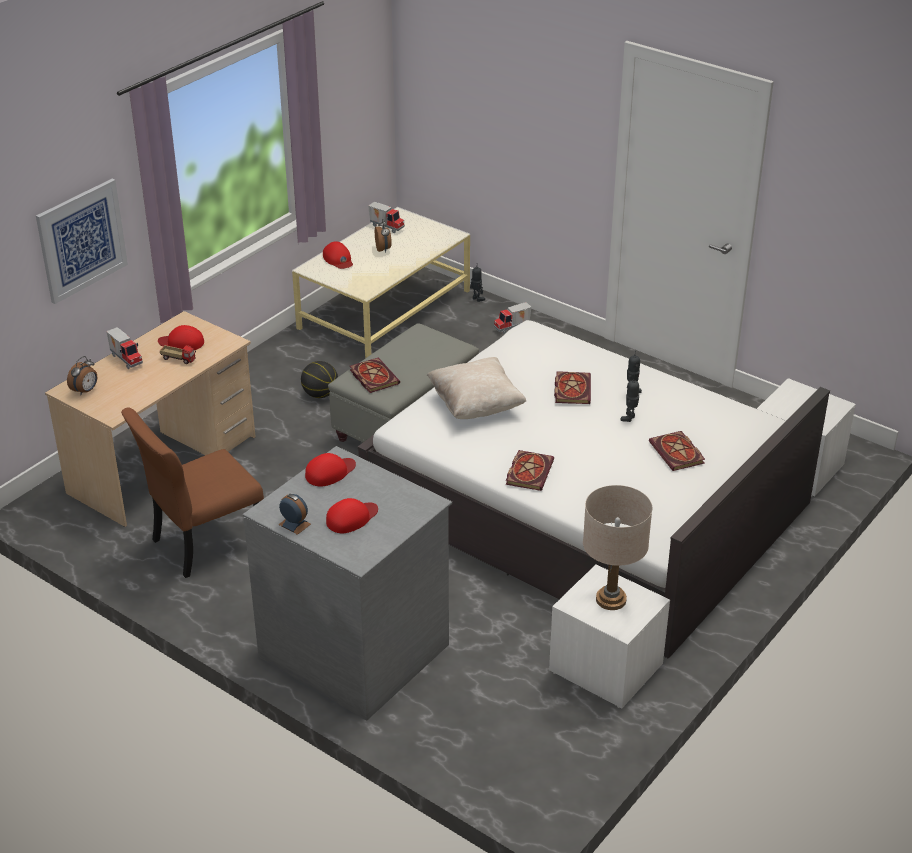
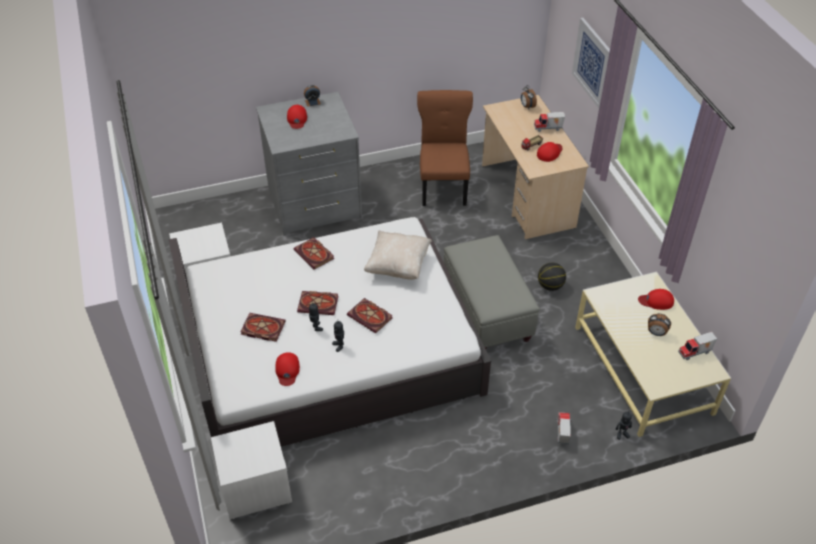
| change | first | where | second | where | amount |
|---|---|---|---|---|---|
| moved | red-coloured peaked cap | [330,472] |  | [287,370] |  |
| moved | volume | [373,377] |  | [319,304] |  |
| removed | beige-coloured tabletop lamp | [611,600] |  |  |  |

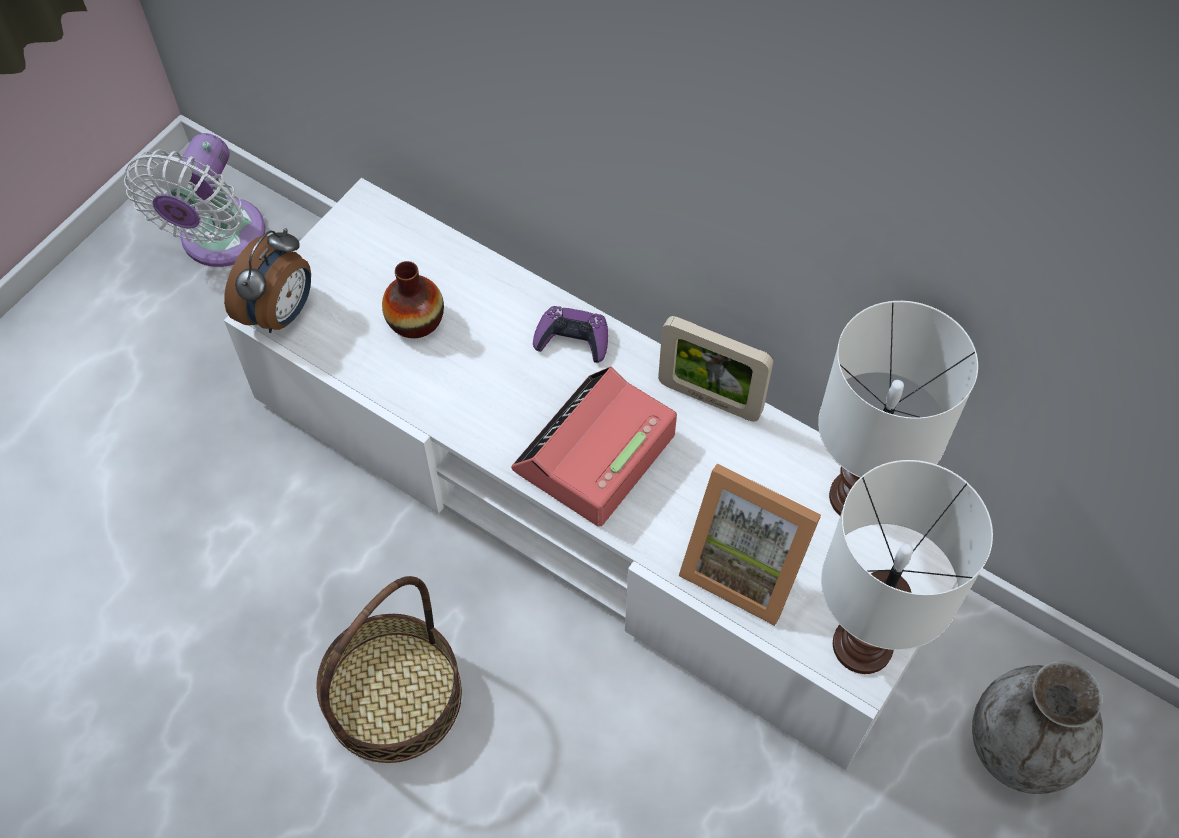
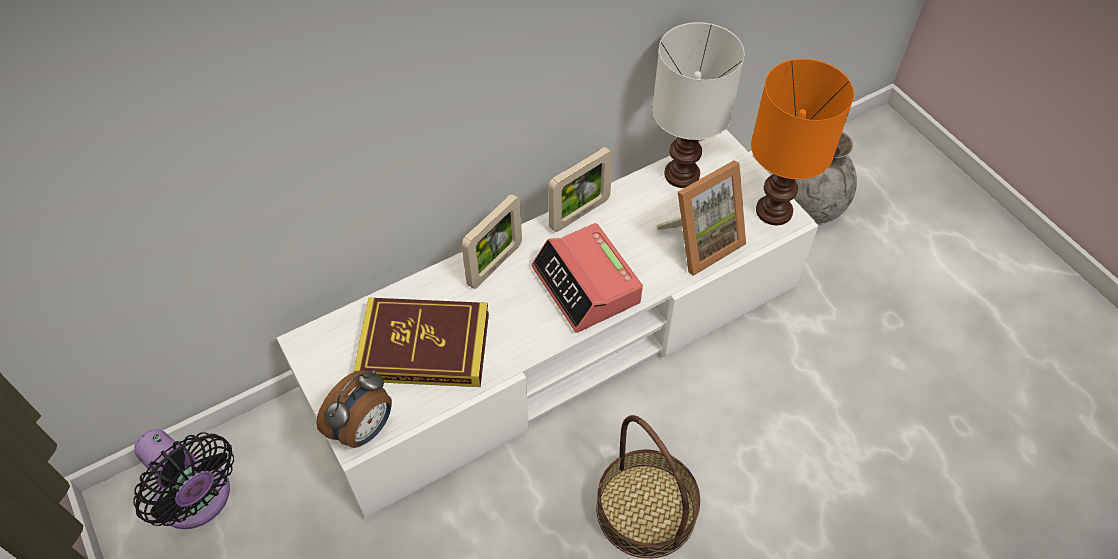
| change | first | where | second | where | amount |
|---|---|---|---|---|---|
| recoloured | white-coloured cooling fan | [219,241] | black cooling fan | [198,500] |  |
| turned | table clock | [281,313] |  | [364,429] | 75 degrees clockwise |
| replaced | vase | [415,320] | volume | [424,347] |  |
| replaced | purple game controller | [572,339] | standing frame | [495,265] |  |
| recoloured | white-coloured tabletop lamp | [861,643] | orangey tabletop lamp | [772,211] |  |

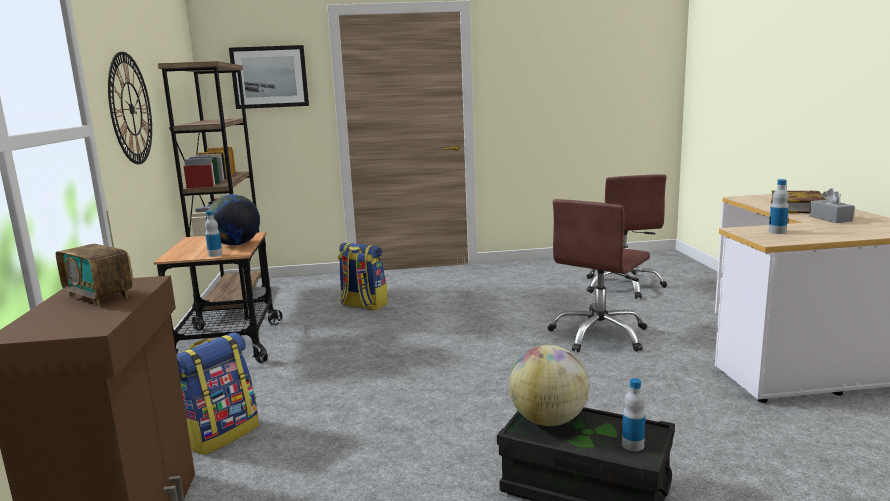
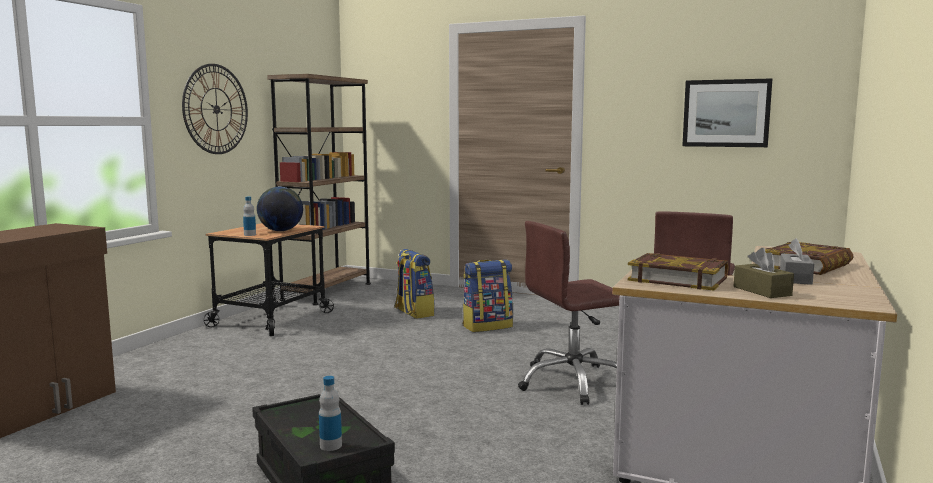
| change | first | where | second | where | amount |
|---|---|---|---|---|---|
| moved | knapsack | [220,434] |  | [487,326] |  |
| replaced | bottle | [777,232] | volume | [678,279] |  |
| moved | picture | [270,77] |  | [726,113] |  |
| added |  |  | brownish tissue box | [762,291] |  |
| removed | radio receiver | [99,297] |  |  |  |
| removed | globe | [548,420] |  |  |  |

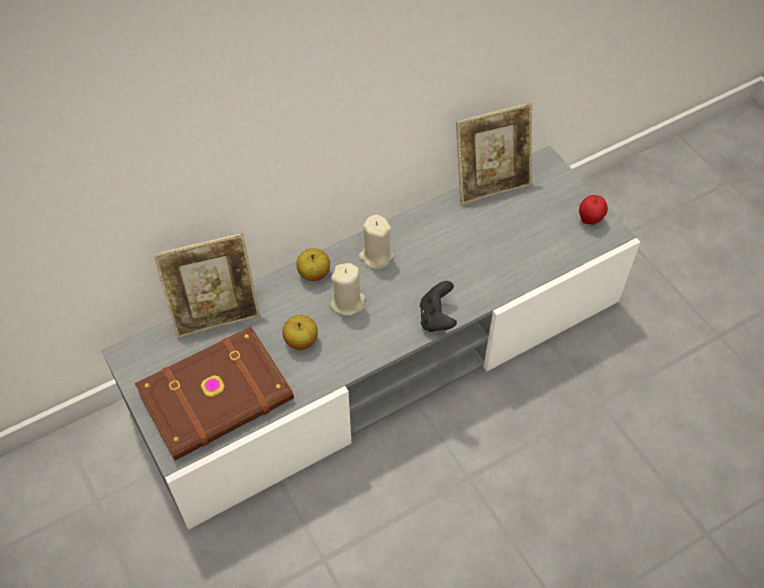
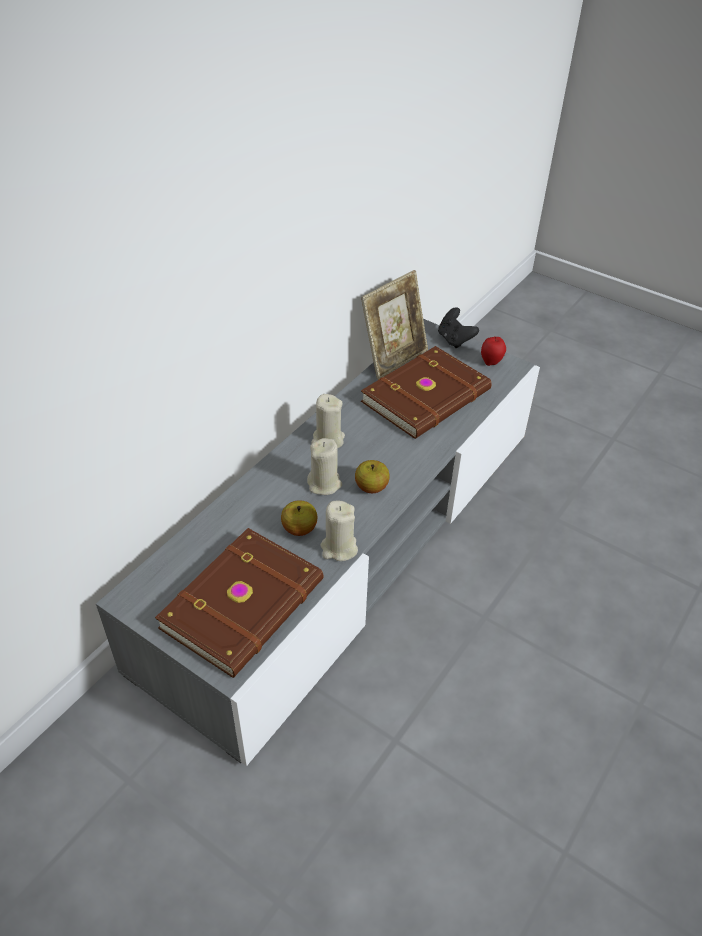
| change | first | where | second | where | amount |
|---|---|---|---|---|---|
| added |  |  | beige-coloured wax candle | [339,548] |  |
| moved | apple | [314,274] |  | [371,487] |  |
| added |  |  | brownish volume | [428,397] |  |
| moved | black game controller | [436,318] |  | [454,340] |  |
| removed | standing frame | [216,314] |  |  |  |

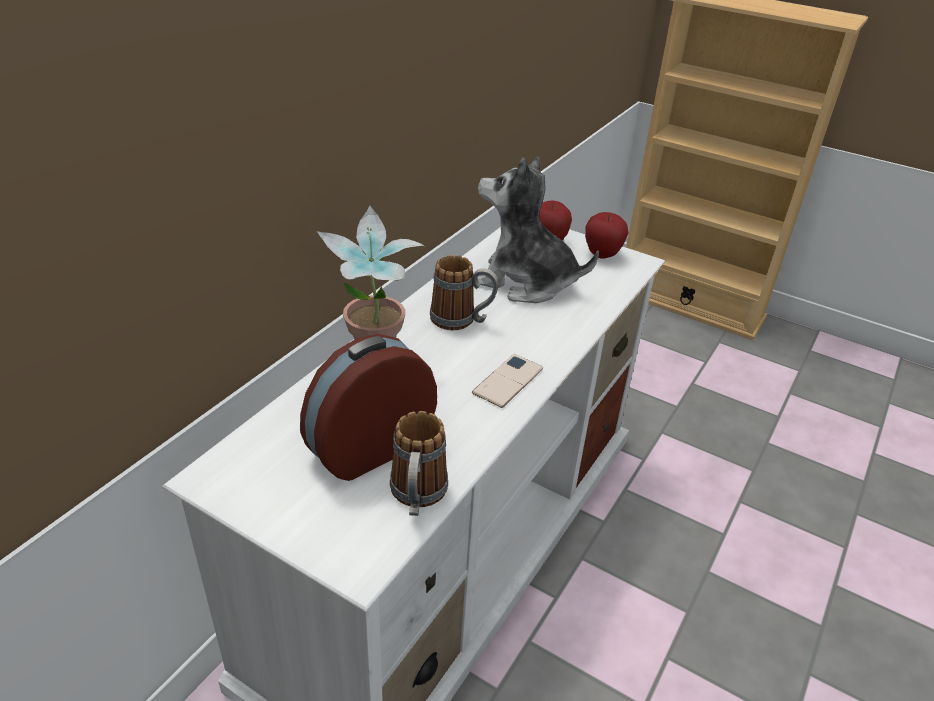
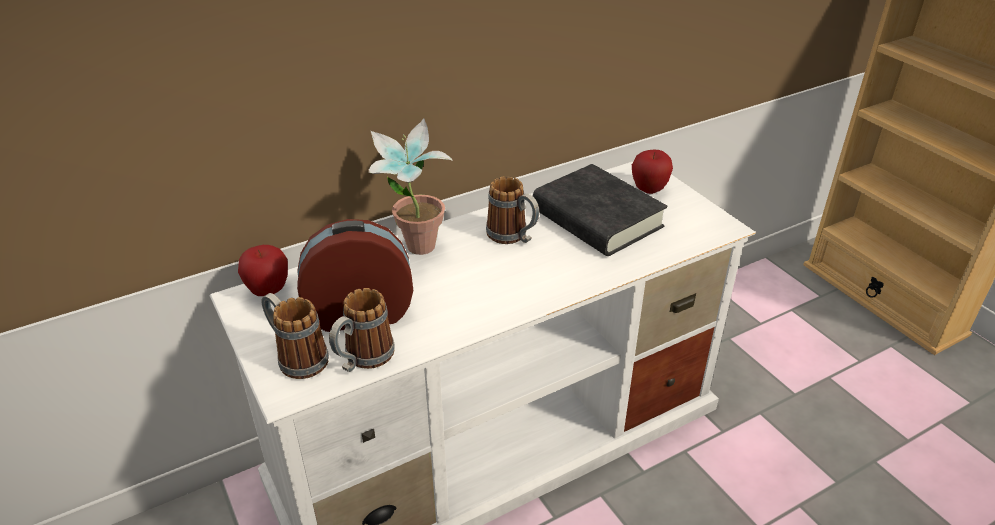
| change | first | where | second | where | amount |
|---|---|---|---|---|---|
| moved | apple | [602,254] |  | [268,291] |  |
| added |  |  | tea mug | [296,358] |  |
| replaced | plush toy | [525,282] | black volume | [597,219] |  |
| removed | telephone | [508,381] |  |  |  |

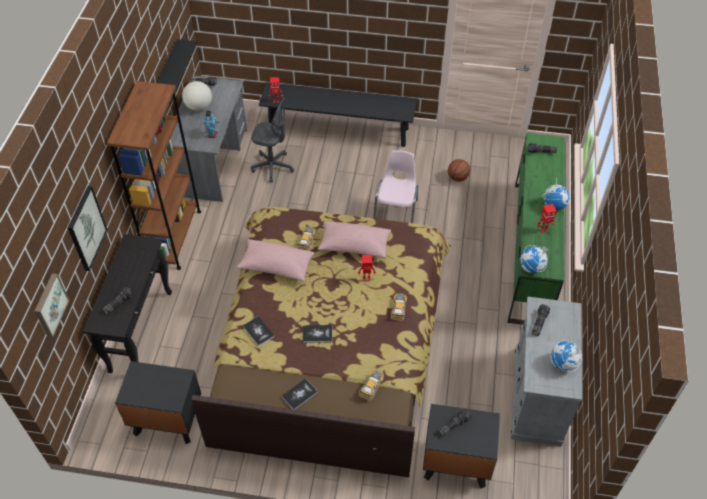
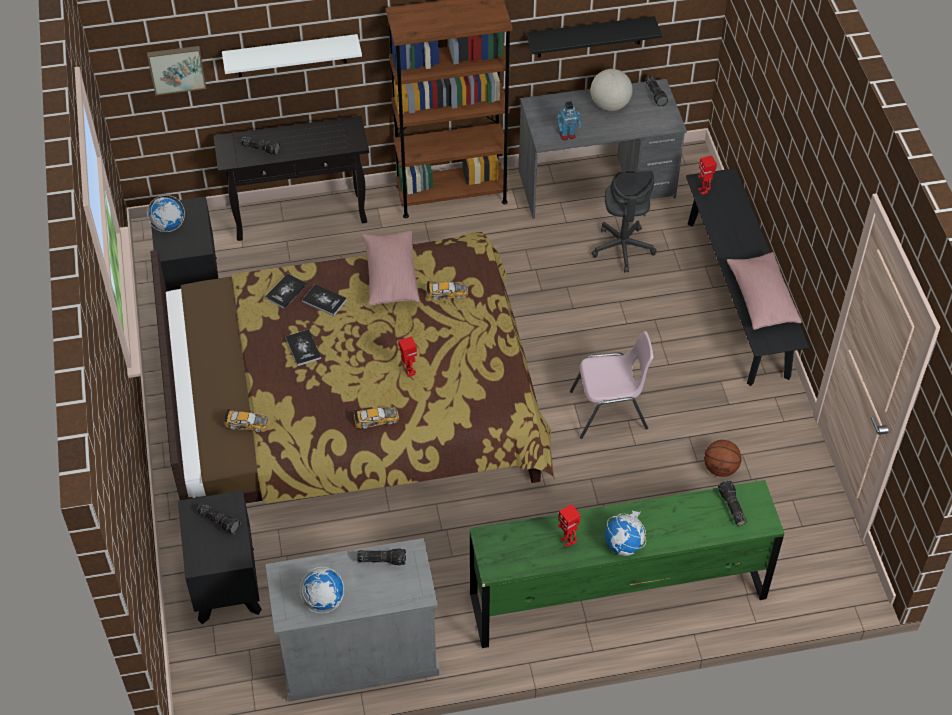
| change | first | where | second | where | amount |
|---|---|---|---|---|---|
| moved | globe | [531,267] |  | [168,226] |  |
| replaced | picture | [86,228] | white-coloured wall shelf | [291,55] |  |
| moved | volume | [299,394] |  | [324,300] |  |
| moved | pinkish pillow | [354,246] |  | [761,299] |  |

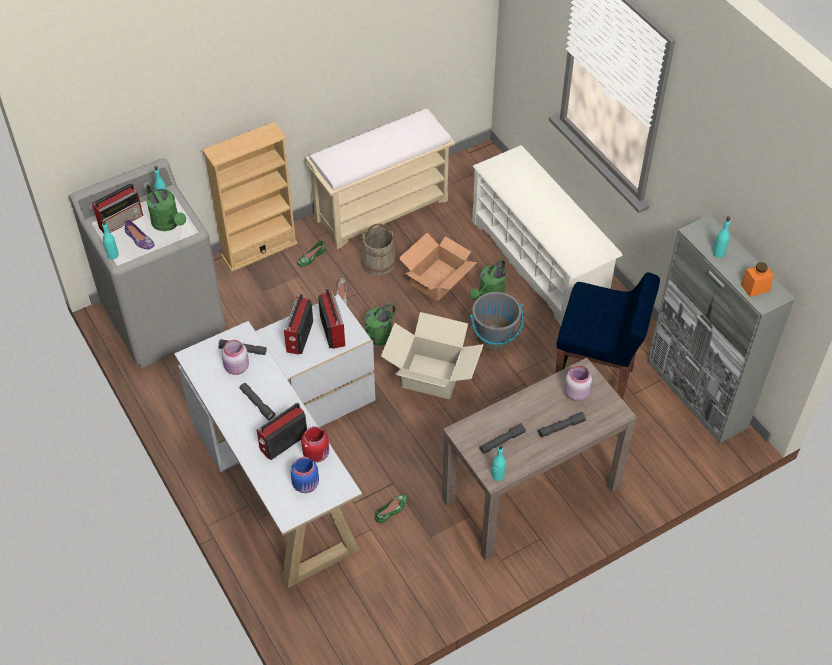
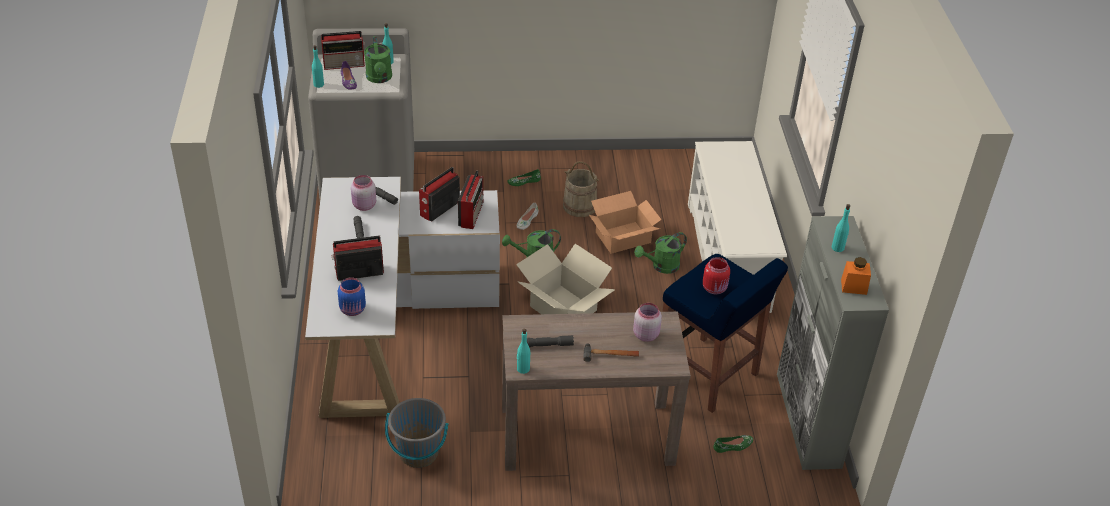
| change | first | where | second | where | amount |
|---|---|---|---|---|---|
| moved | gray bucket | [494,338] |  | [418,453] |  |
| replaced | gray torch | [561,427] | hand hammer | [610,355] |  |
| moved | red-coloured jar | [317,454] |  | [715,288] |  |
| moved | greenish shoe | [391,510] |  | [733,446] |  |
| removed | beige-coloured shelving unit | [259,249] |  |  |  |
| removed | beige-coloured indoor bench | [382,209] |  |  |  |

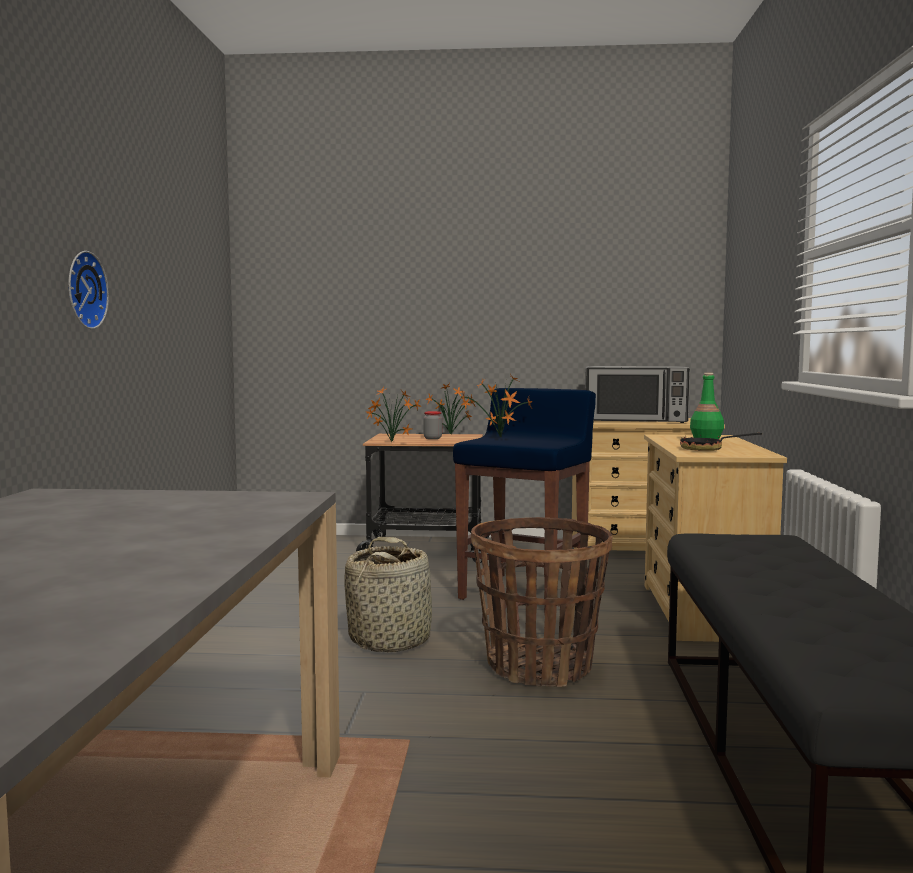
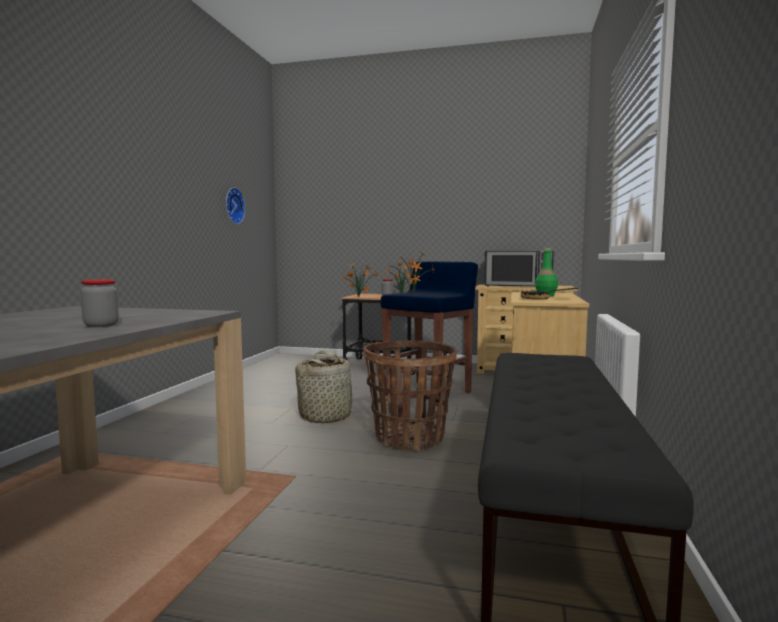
| change | first | where | second | where | amount |
|---|---|---|---|---|---|
| added |  |  | jar | [101,325] |  |
| moved | hanging clock | [82,290] |  | [233,205] |  |

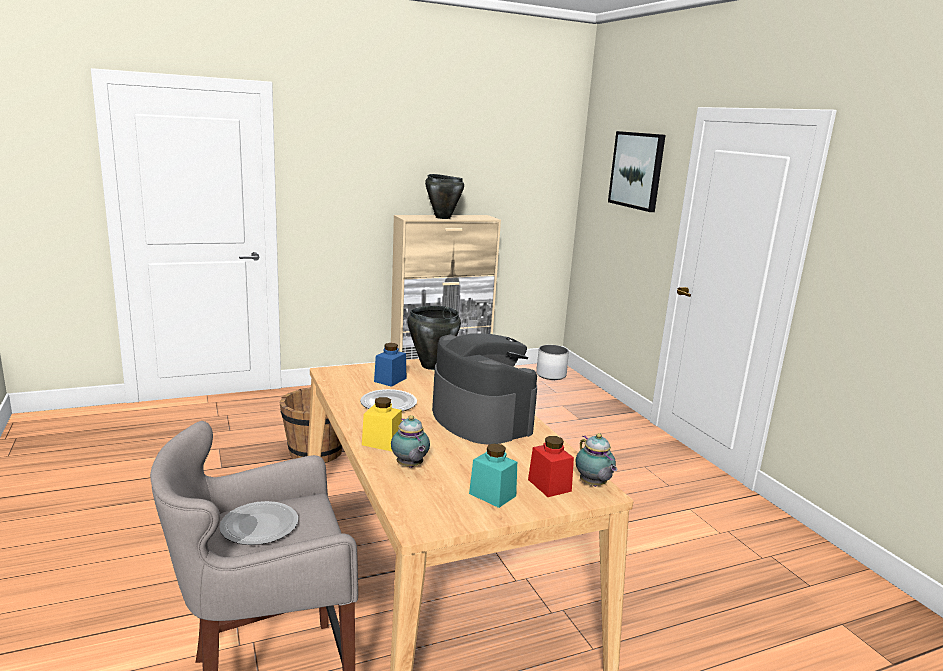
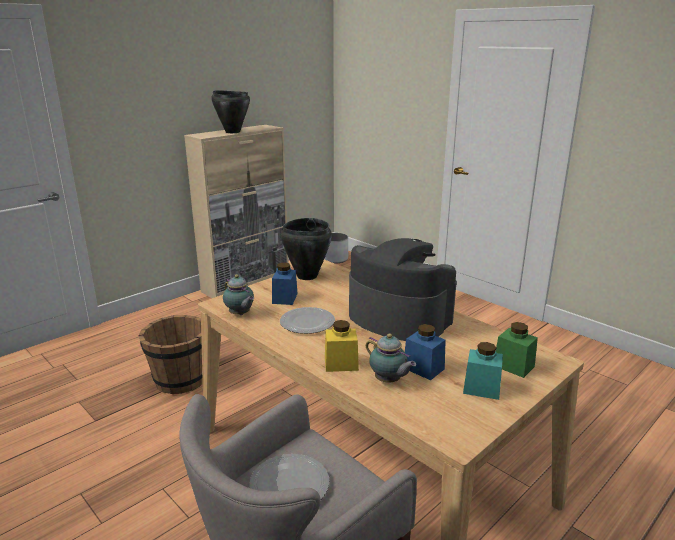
| change | first | where | second | where | amount |
|---|---|---|---|---|---|
| moved | tea pot | [593,485] |  | [240,314] |  |
| added |  |  | bluish jar | [423,368] |  |
| recoloured | red-coloured jar | [549,485] | greenish jar | [513,366] |  |
| removed | picture | [637,170] |  |  |  |

